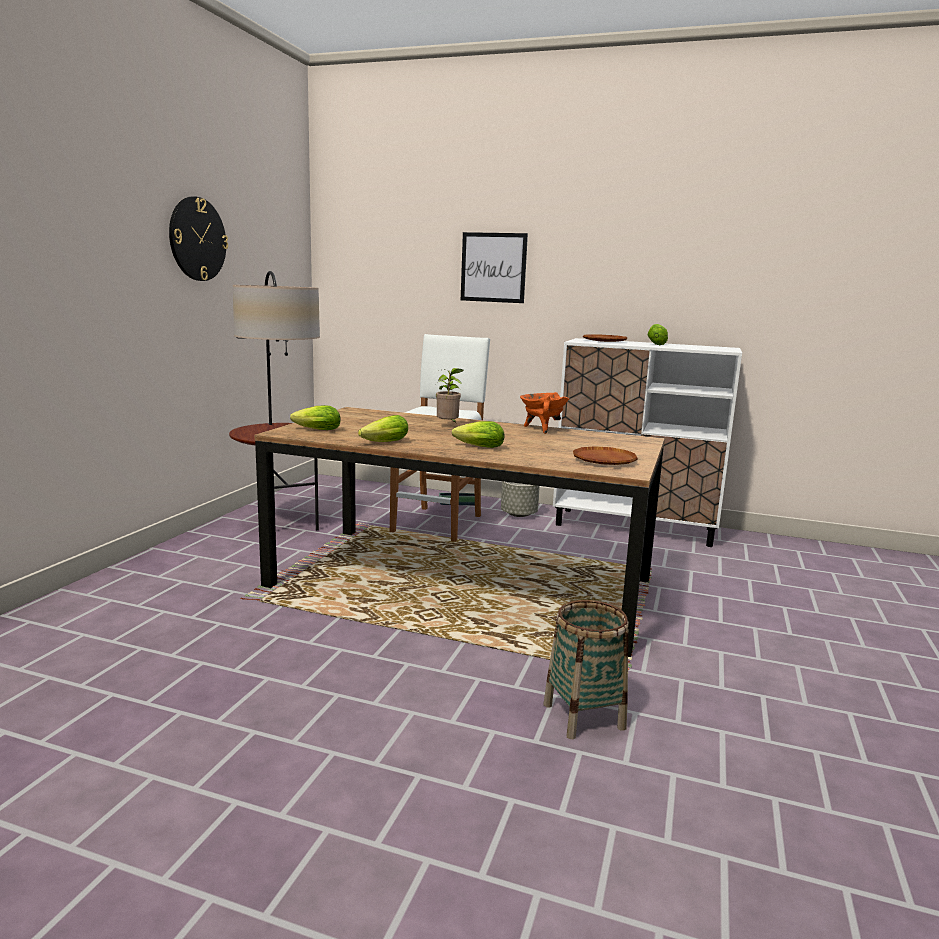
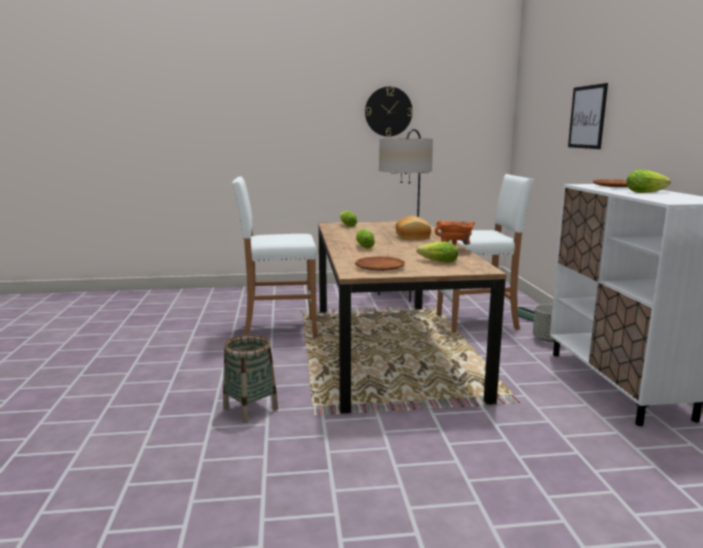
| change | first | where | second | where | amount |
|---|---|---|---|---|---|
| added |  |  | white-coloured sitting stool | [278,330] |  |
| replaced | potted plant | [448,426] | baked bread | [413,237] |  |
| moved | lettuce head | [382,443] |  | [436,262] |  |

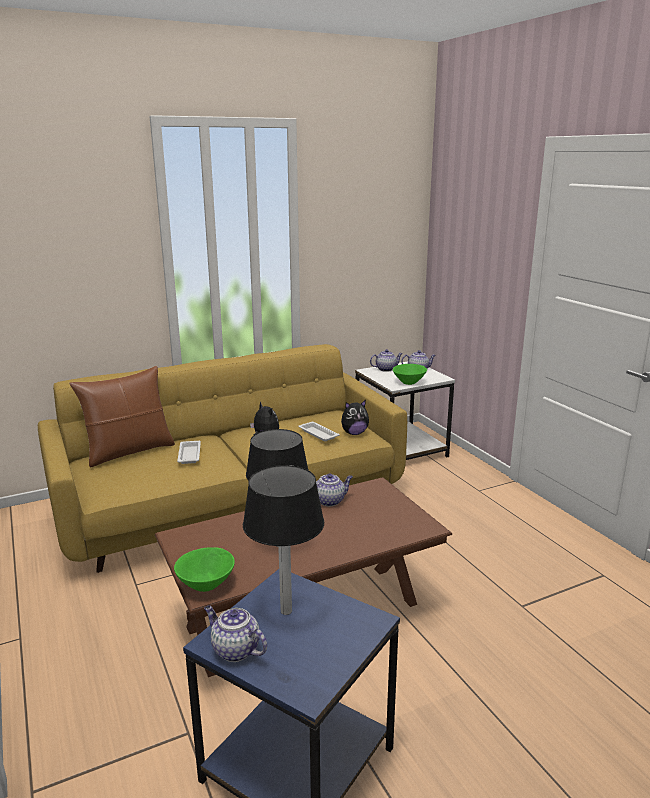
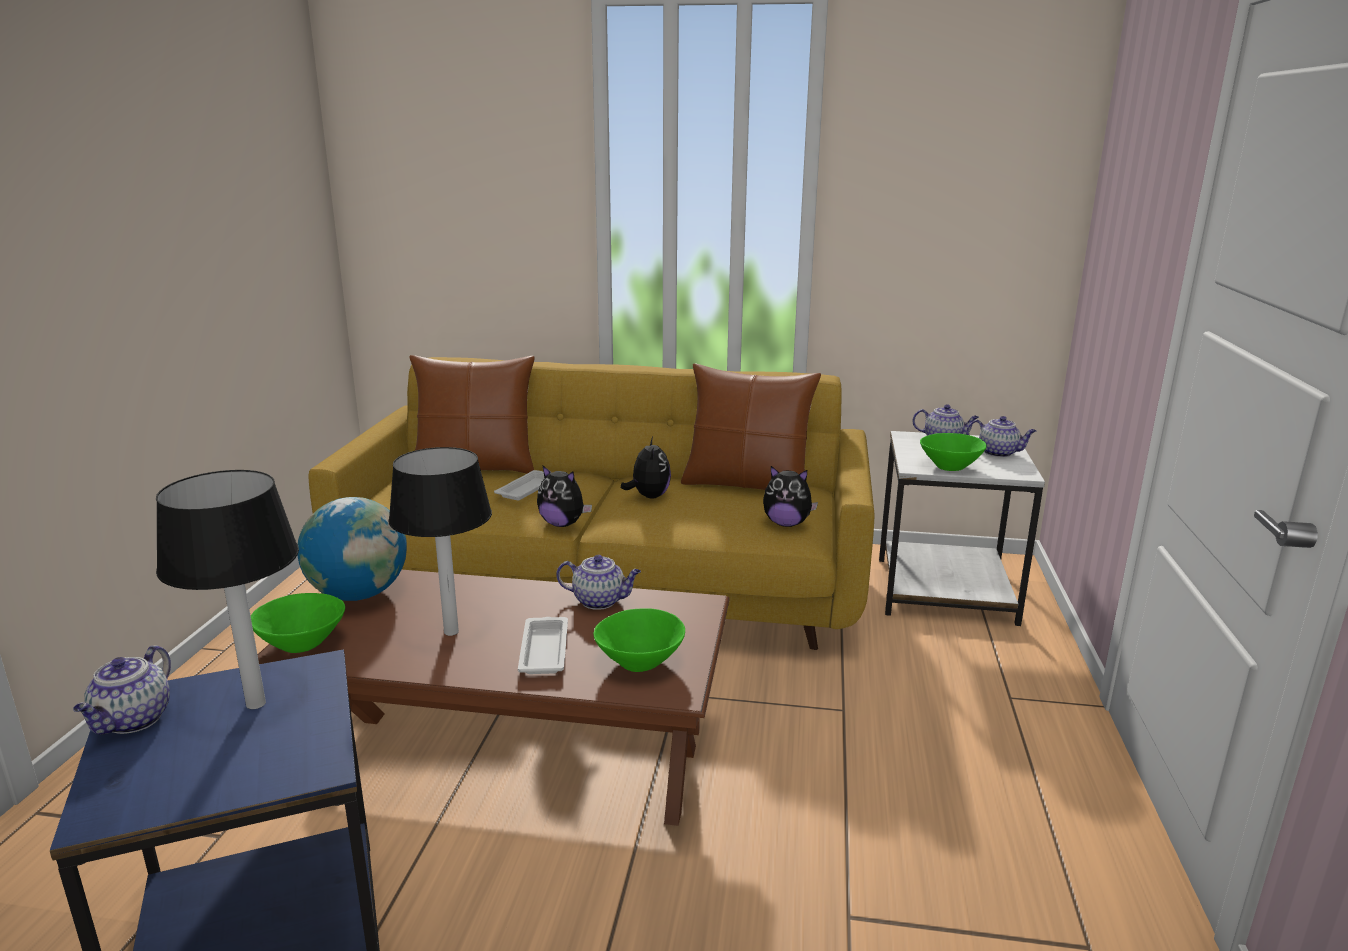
| change | first | where | second | where | amount |
|---|---|---|---|---|---|
| turned | tea pot | [234,650] |  | [133,721] | 150 degrees counterclockwise |
| added |  |  | globe | [359,594] |  |
| moved | white-coloured serving tray | [318,434] |  | [544,650] |  |
| added |  |  | plush toy | [563,524] |  |
| added |  |  | greenish deep dish | [638,662] |  |
| added |  |  | brownish pillow | [747,484] |  |

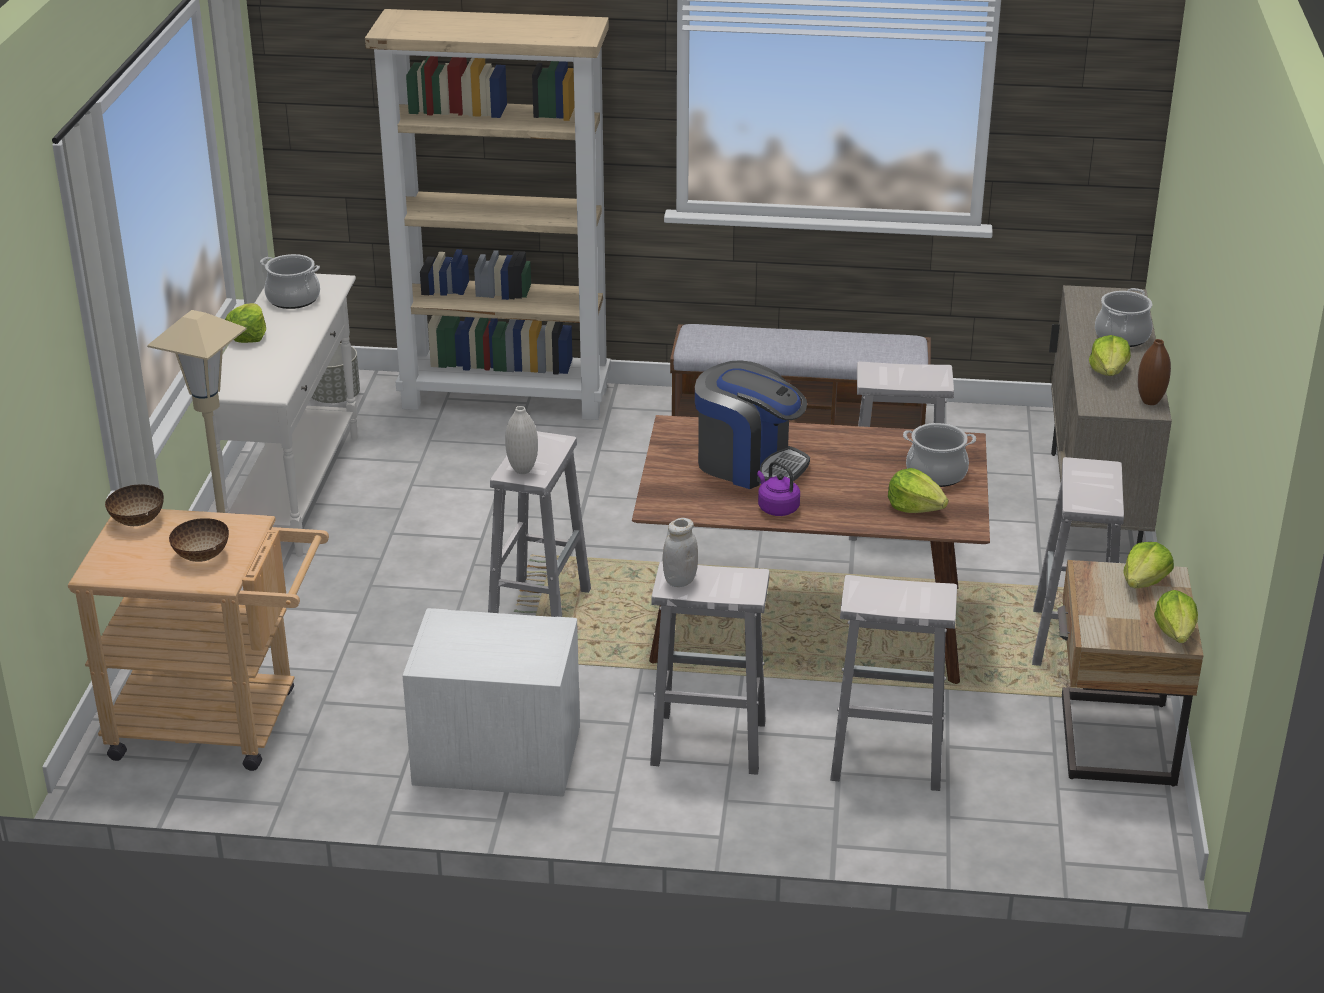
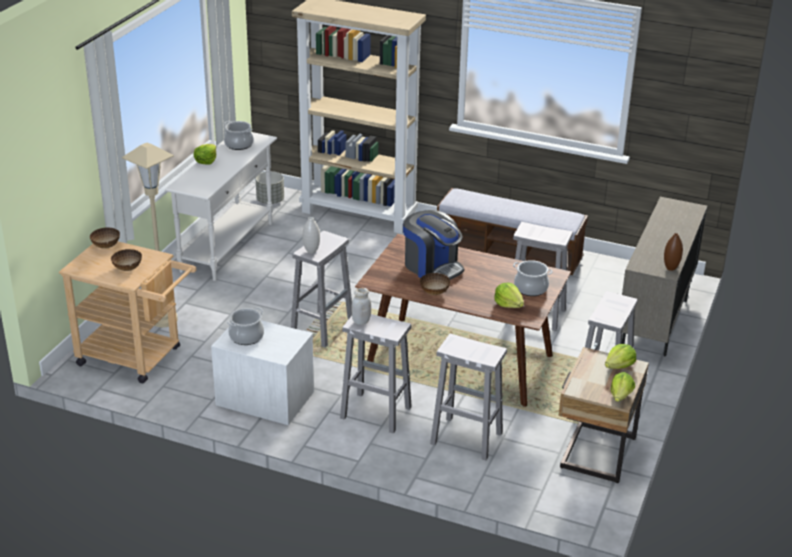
| change | first | where | second | where | amount |
|---|---|---|---|---|---|
| moved | saucepot | [1121,336] |  | [246,336] |  |
| replaced | purple kettle | [776,508] | deep dish | [434,292] |  |
| removed | lettuce head | [1108,371] |  |  |  |

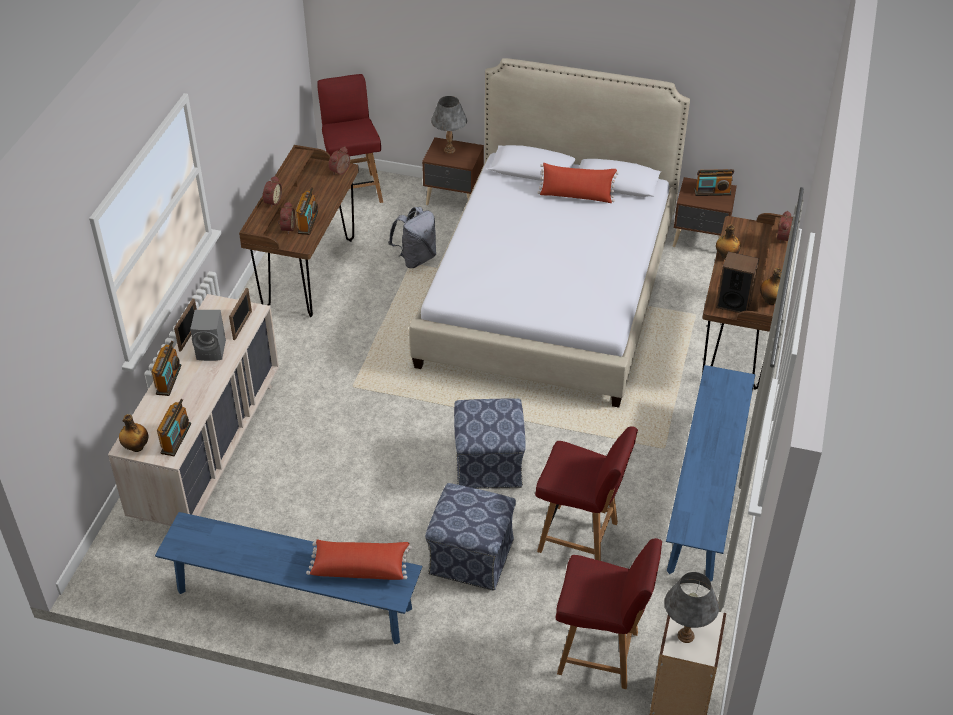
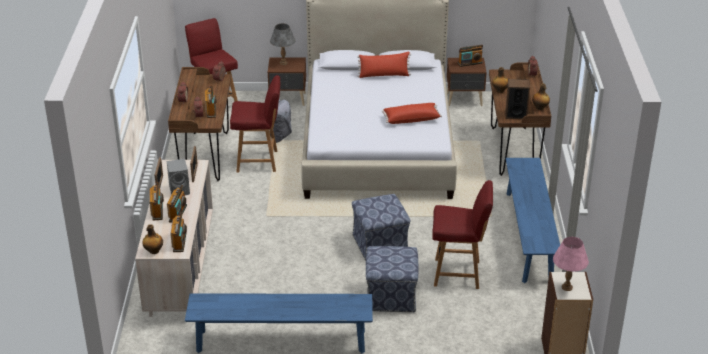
| change | first | where | second | where | amount |
|---|---|---|---|---|---|
| added |  |  | radio receiver | [178,213] |  |
| moved | red-coloured upright chair | [600,653] |  | [258,161] |  |
| moved | red-coloured pillow | [360,566] |  | [411,119] |  |
| recoloured | gray tabletop lamp | [685,636] | pinkish tabletop lamp | [566,287] |  |

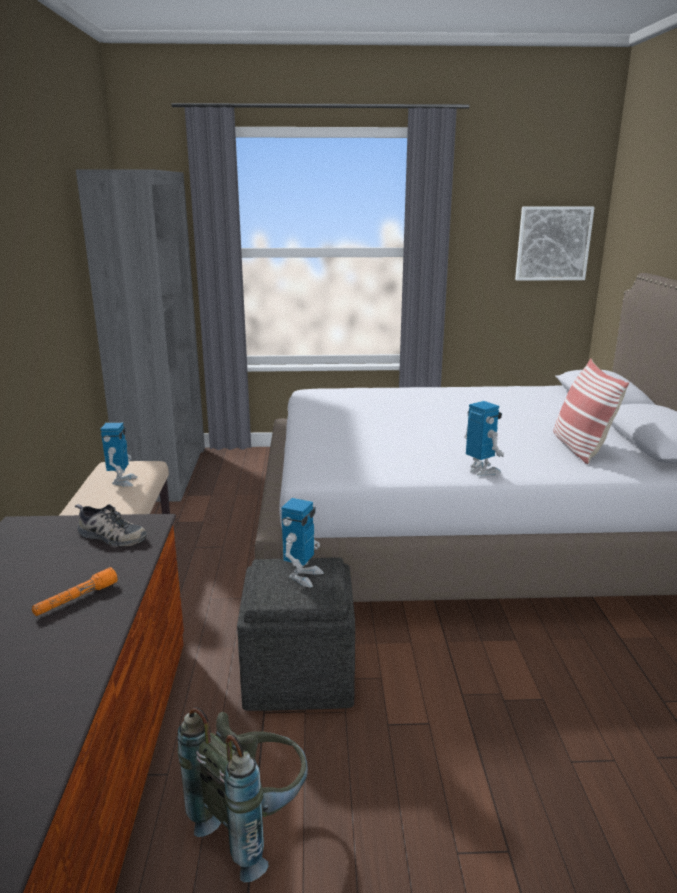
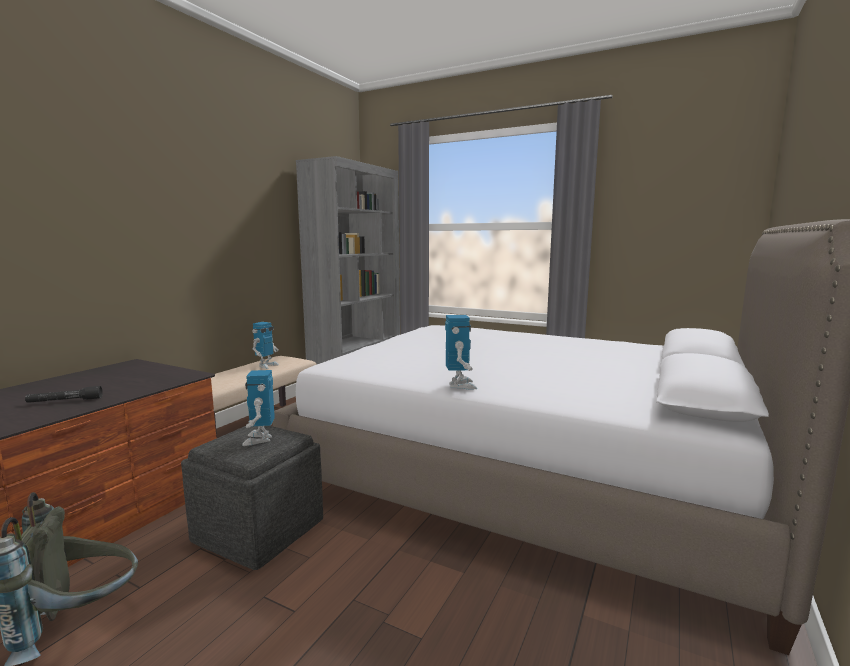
| change | first | where | second | where | amount |
|---|---|---|---|---|---|
| recoloured | orangey torch | [76,599] | black torch | [65,401] |  |
| turned | model robot | [302,576] |  | [260,439] | 120 degrees clockwise |
| removed | shoe | [110,536] |  |  |  |
| removed | picture | [553,243] |  |  |  |
| removed | pillow | [579,448] |  |  |  |

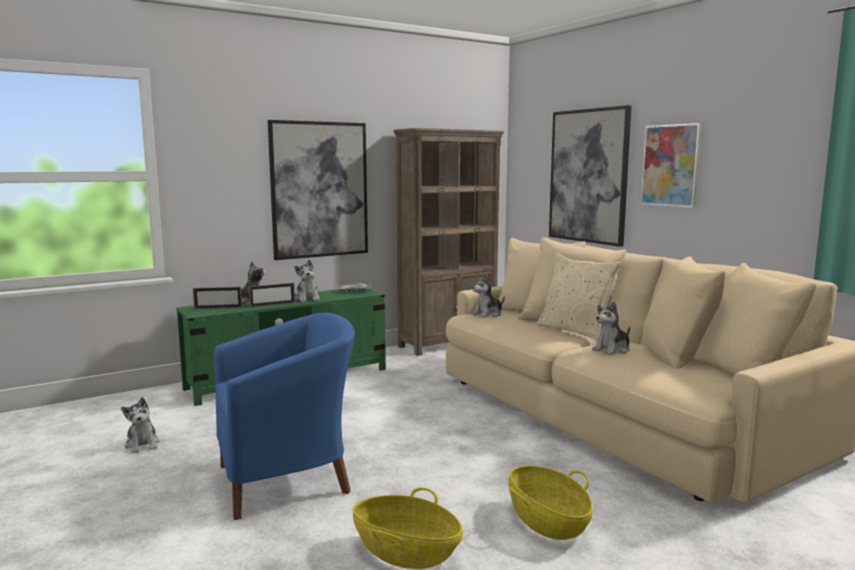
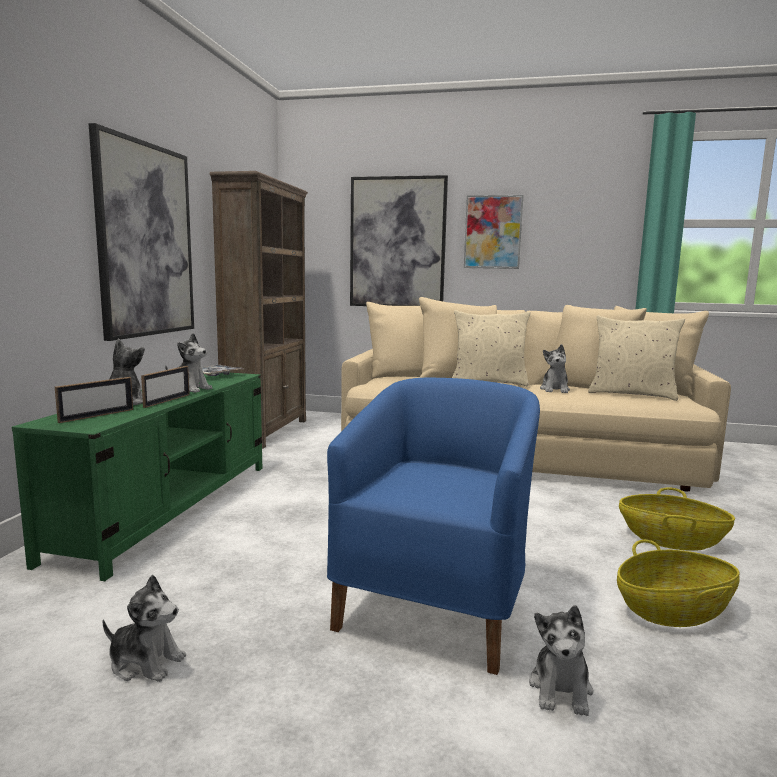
| change | first | where | second | where | amount |
|---|---|---|---|---|---|
| moved | plush toy | [488,314] |  | [561,689] |  |
| added |  |  | beige-coloured pillow | [631,394] |  |

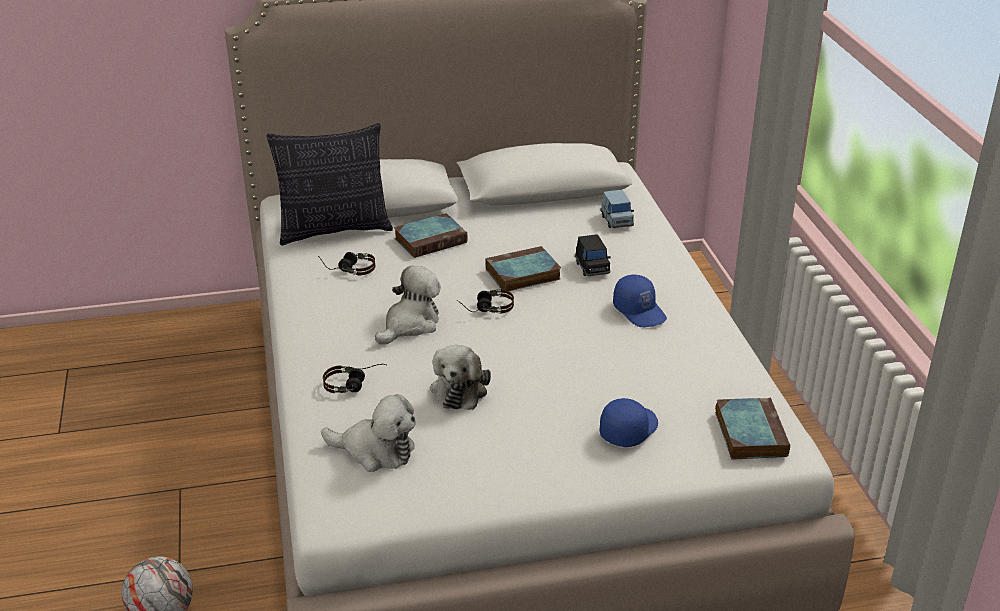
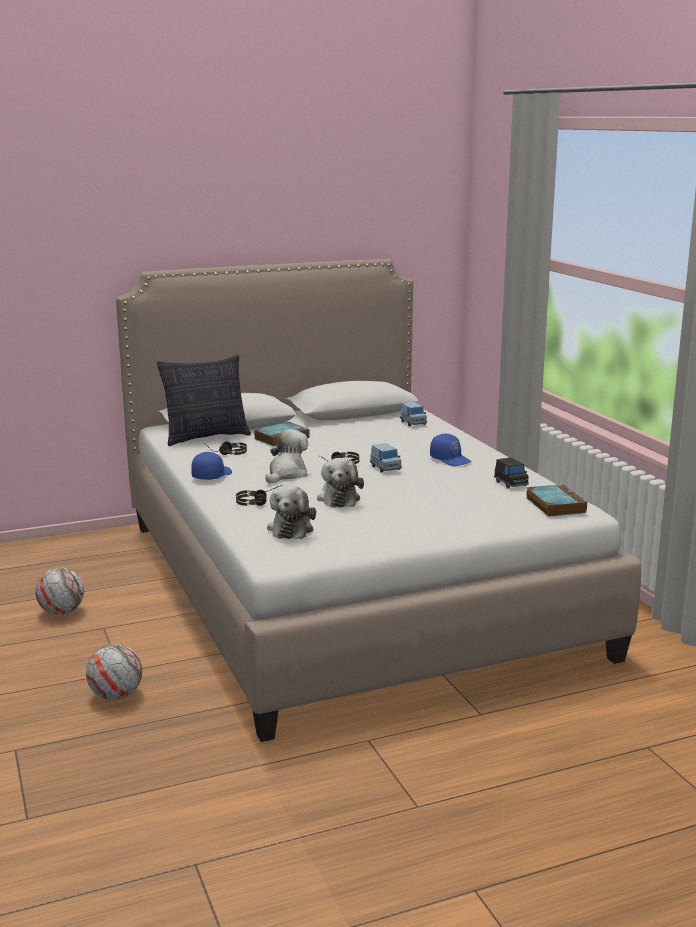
| change | first | where | second | where | amount |
|---|---|---|---|---|---|
| added |  |  | football ball | [62,612] |  |
| moved | bluish peaked cap | [628,429] |  | [211,475] |  |
| turned | plush toy | [375,451] |  | [291,528] | 90 degrees clockwise |
| added |  |  | bluish miniature car | [385,468] |  |
| moved | black miniature car | [592,268] |  | [511,483] |  |
| removed | volume | [521,275] |  |  |  |

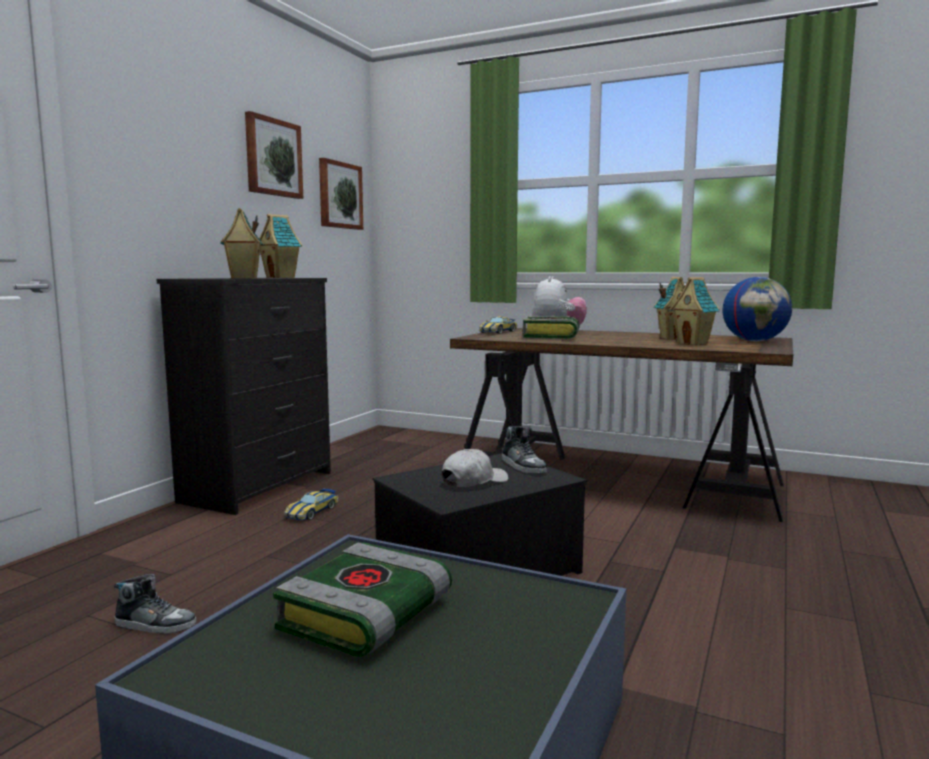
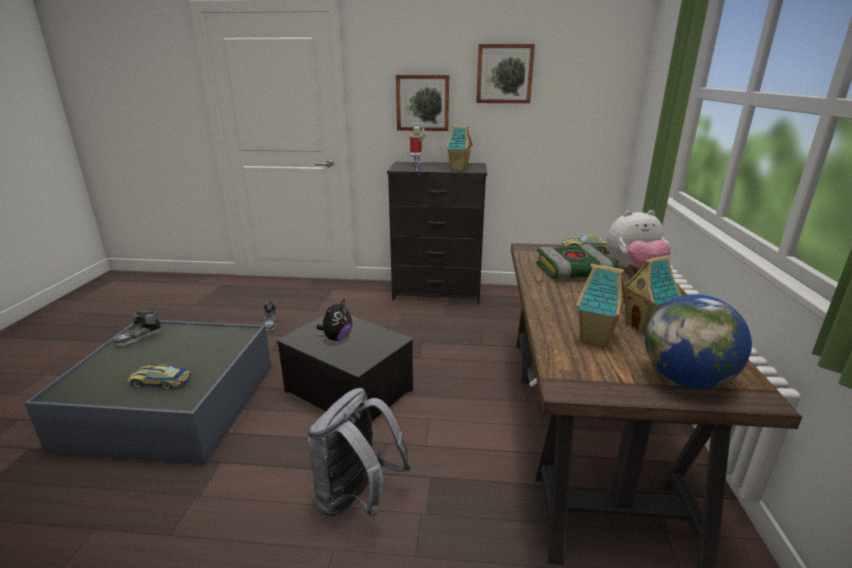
| change | first | where | second | where | amount |
|---|---|---|---|---|---|
| moved | shoe | [523,466] |  | [139,337] |  |
| moved | miniature car | [312,511] |  | [160,381] |  |
| added |  |  | gray knapsack | [357,498] |  |
| replaced | white-coloured peaked cap | [474,481] | plush toy | [337,338] |  |
| moved | picture | [339,195] |  | [422,103] |  |
| replaced | model house | [243,278] | model robot | [416,169] |  |
| removed | volume | [366,616] |  |  |  |

